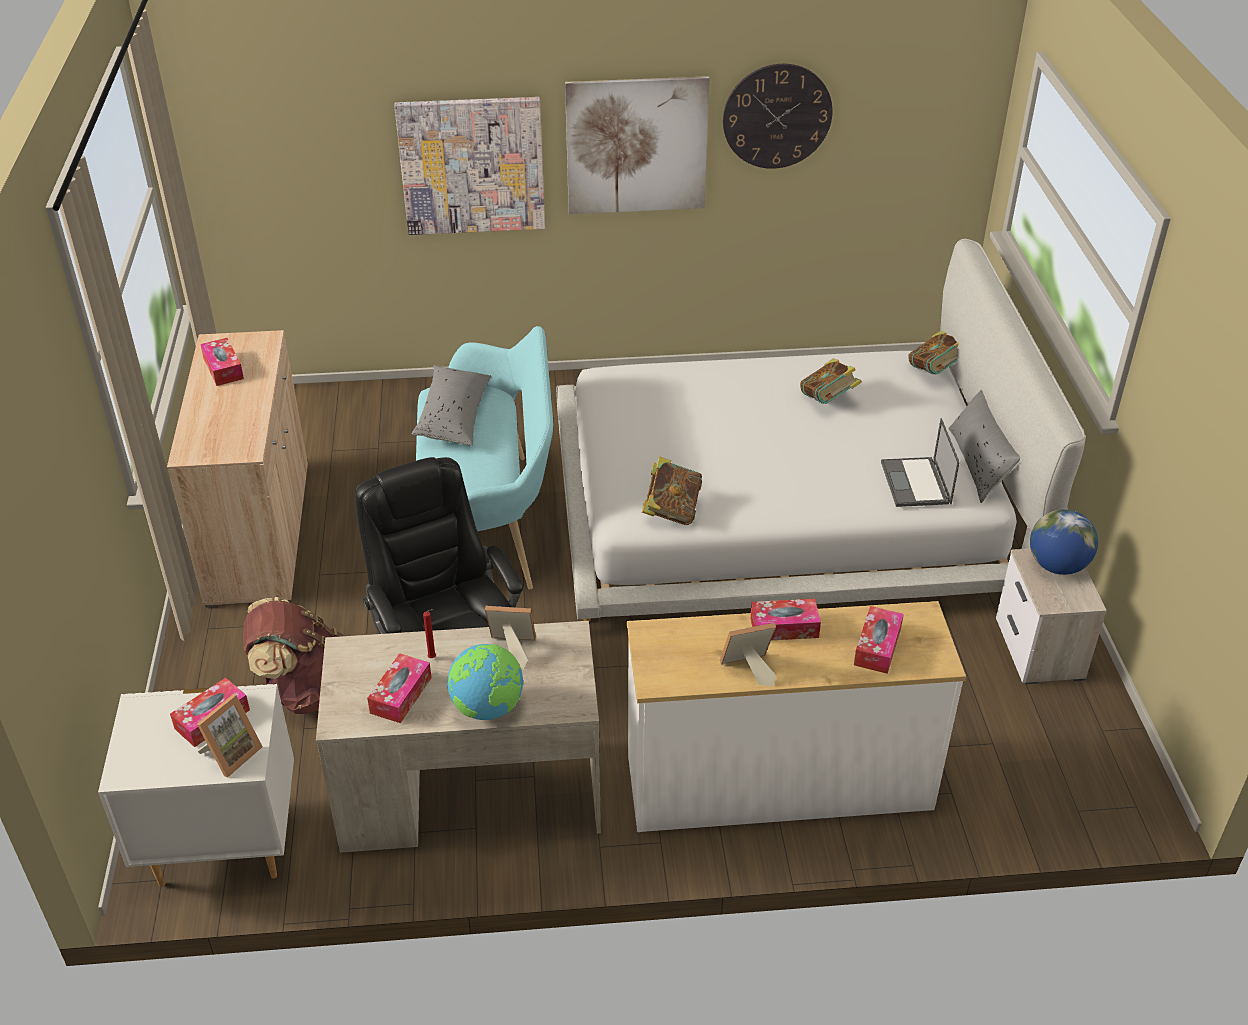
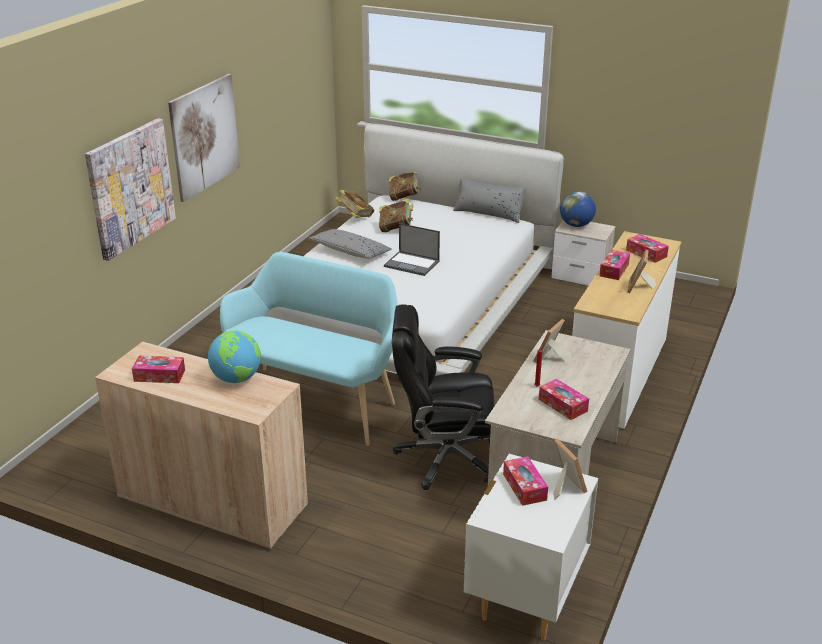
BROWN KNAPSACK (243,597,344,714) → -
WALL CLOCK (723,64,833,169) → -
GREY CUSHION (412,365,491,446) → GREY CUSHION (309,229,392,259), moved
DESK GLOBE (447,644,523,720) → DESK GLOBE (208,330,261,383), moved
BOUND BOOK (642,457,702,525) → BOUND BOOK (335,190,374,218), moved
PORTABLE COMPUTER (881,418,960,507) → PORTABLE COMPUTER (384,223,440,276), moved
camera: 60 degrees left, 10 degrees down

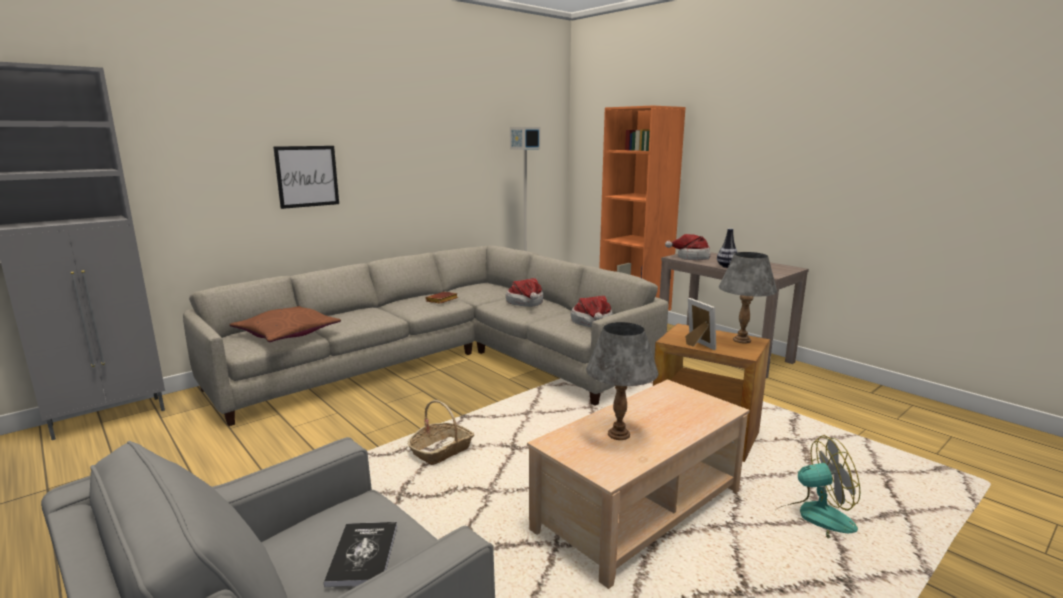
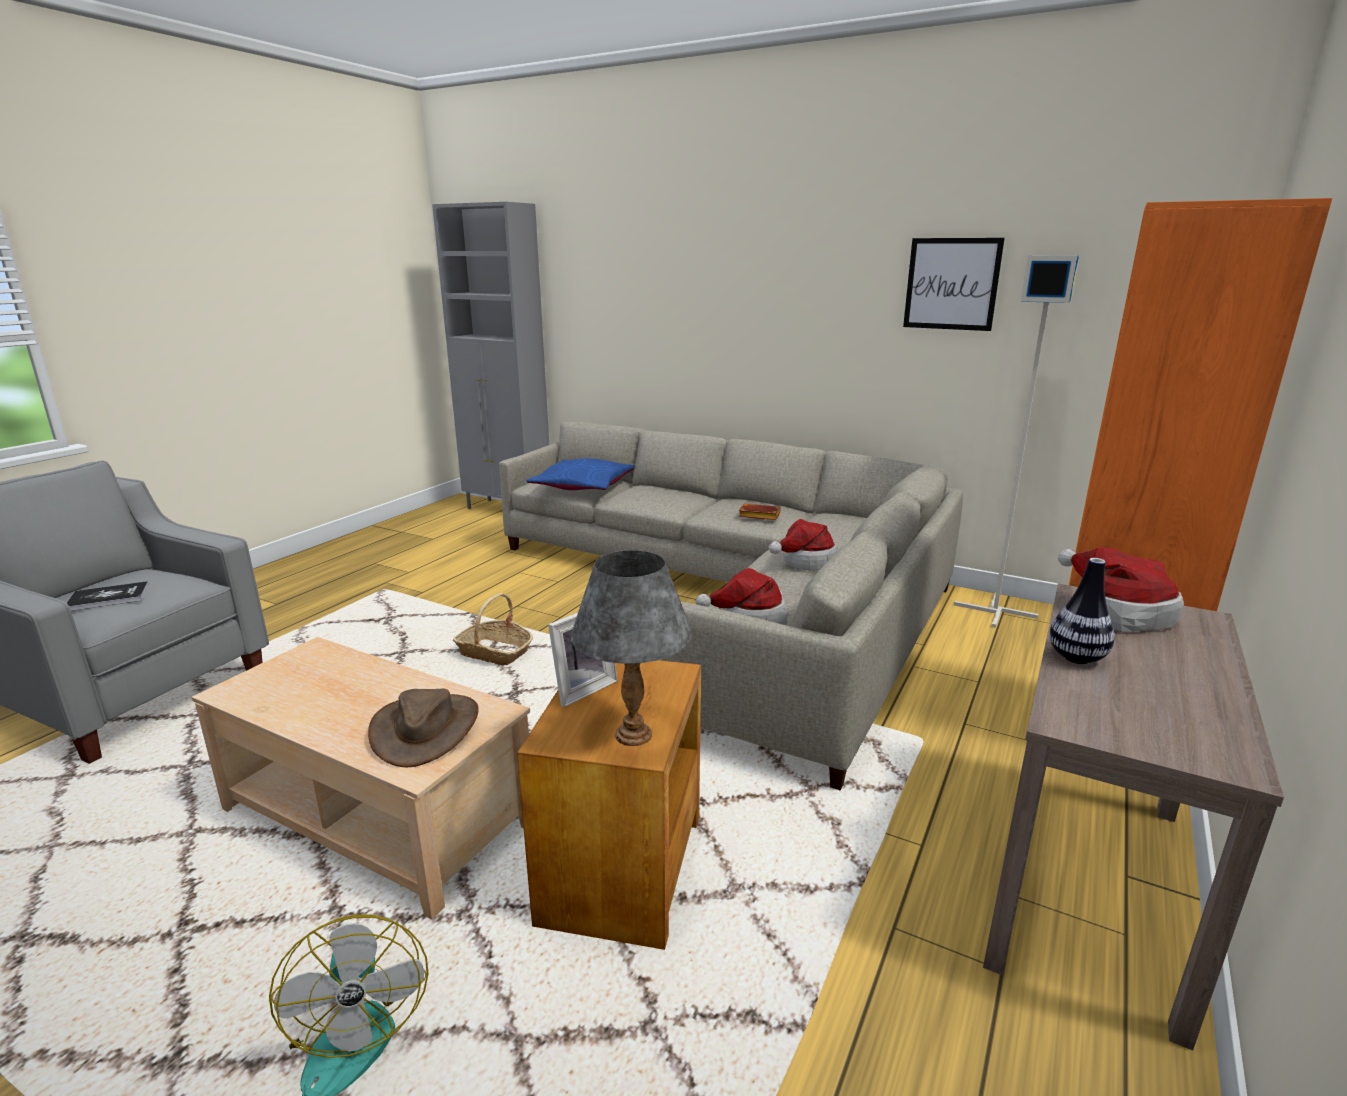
GREY TABLE LAMP (586,322,658,440) → -
- → BROWN HAT (368,688,479,767)
PICTURE (273,146,339,209) → PICTURE (903,238,1005,331), moved
BROWN CUSHION (229,306,341,342) → BLUE-COLOURED CUSHION (527,459,635,490)
camera: 70 degrees right, 5 degrees up

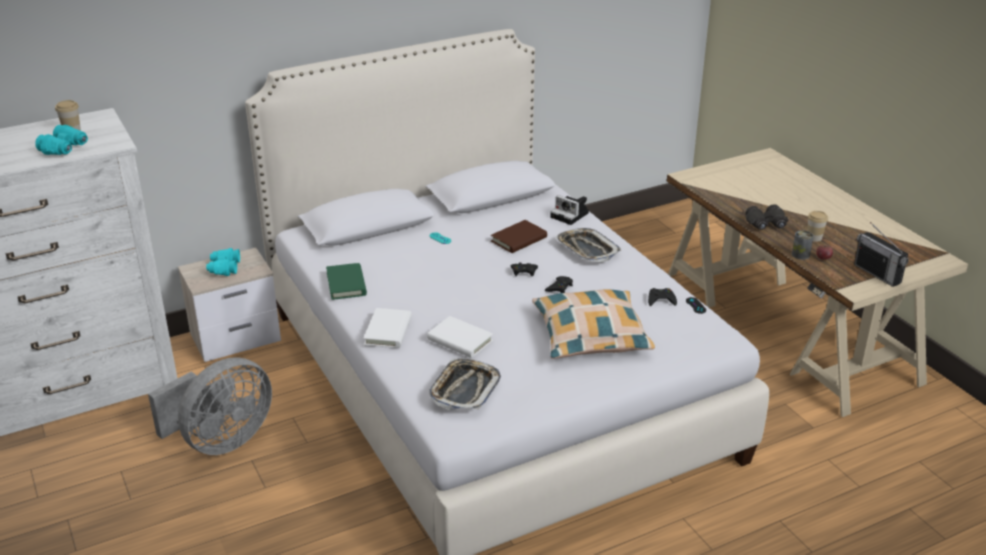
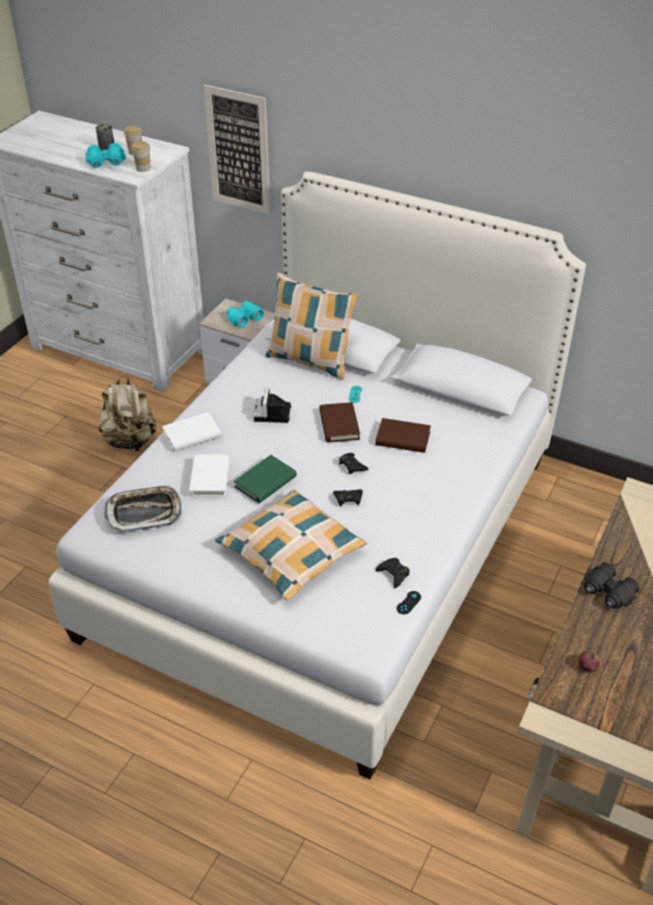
TRAY (555,228,621,262) → -
RADIO (854,222,909,287) → -
- → PICTURE (204,85,270,214)
- → CUSHION (266,273,358,380)
- → BROWN BOUND BOOK (319,402,360,443)
GREEN BOUND BOOK (326,263,367,300) → GREEN BOUND BOOK (234,455,297,503), moved
STILL CAMERA (550,195,589,225) → STILL CAMERA (254,388,291,423), moved
METAL CAN (792,230,813,260) → METAL CAN (96,124,114,150), moved
SMALL CUP (807,211,828,242) → SMALL CUP (131,141,151,172), moved
GREY FAN (148,357,272,455) → SAND-COLOURED KNAPSACK (98,375,156,451)
camera: 55 degrees right, 10 degrees up

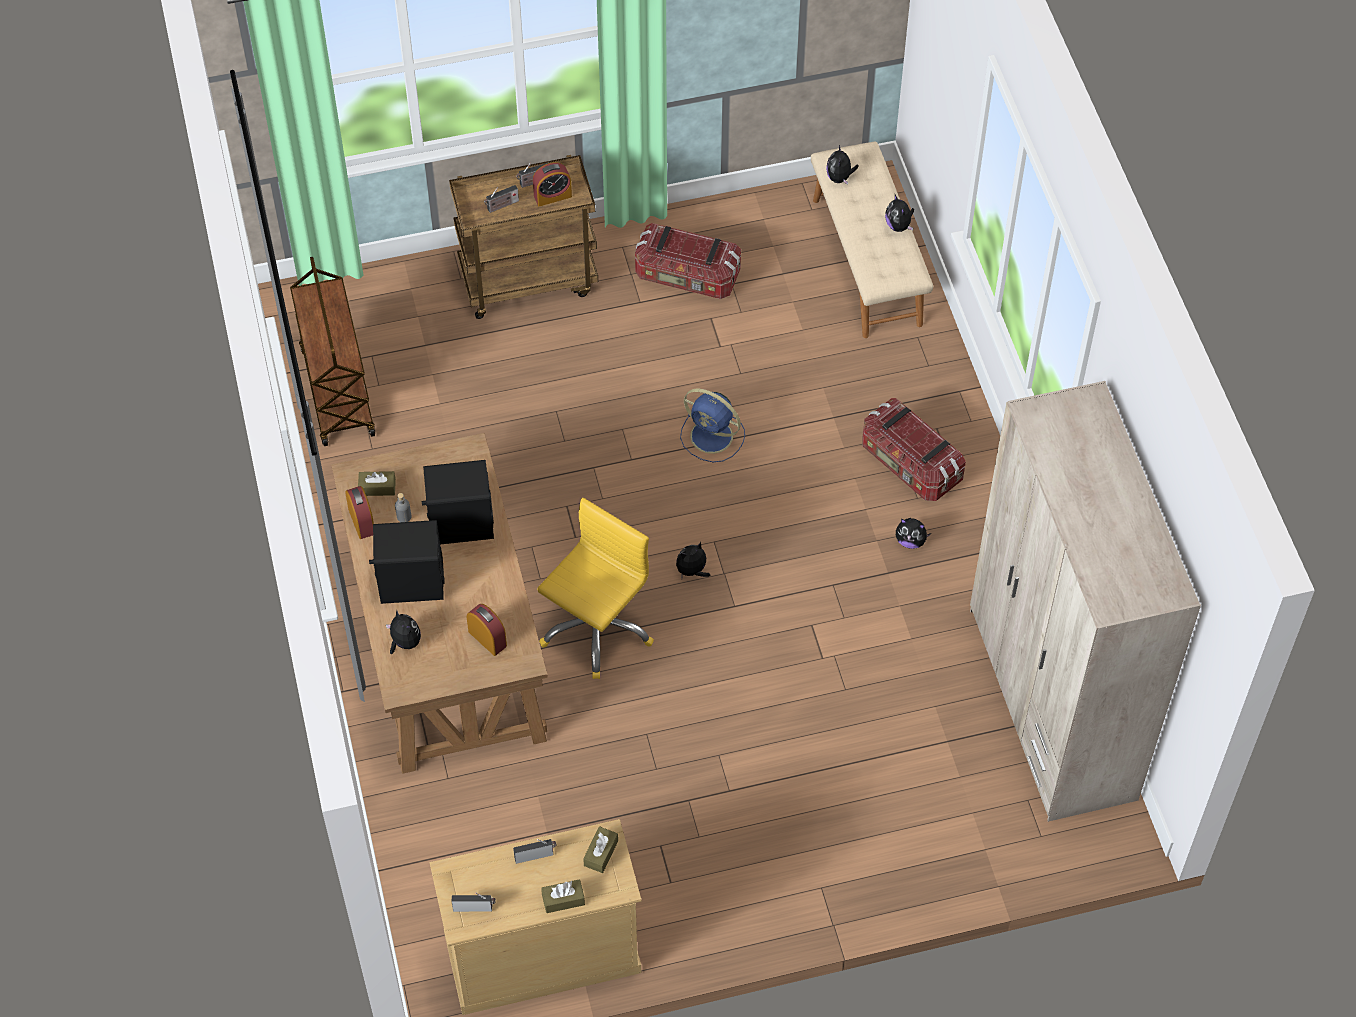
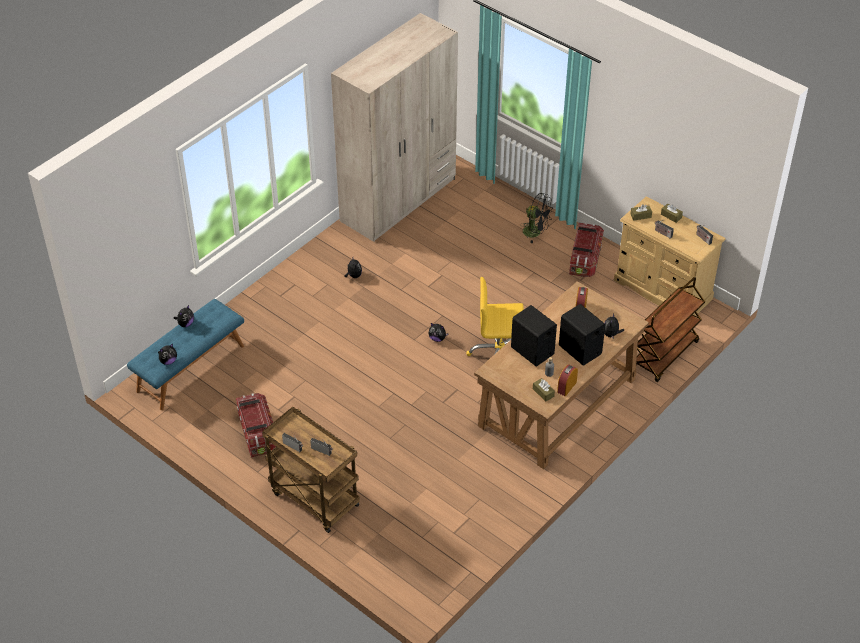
ALARM CLOCK (533,162,572,206) → -
BLUE-COLOURED FAN (680,389,745,462) → -
- → BLACKISH FAN (520,193,552,243)
BROWN WHEELED CART (290,257,375,446) → BROWN WHEELED CART (636,277,705,382), moved
STORAGE BOX (862,398,966,501) → STORAGE BOX (569,223,604,277), moved
SAND-COLOURED LONG SEAT (811,141,933,338) → BLUE-COLOURED LONG SEAT (127,299,244,410)
camera: 125 degrees left, 10 degrees down

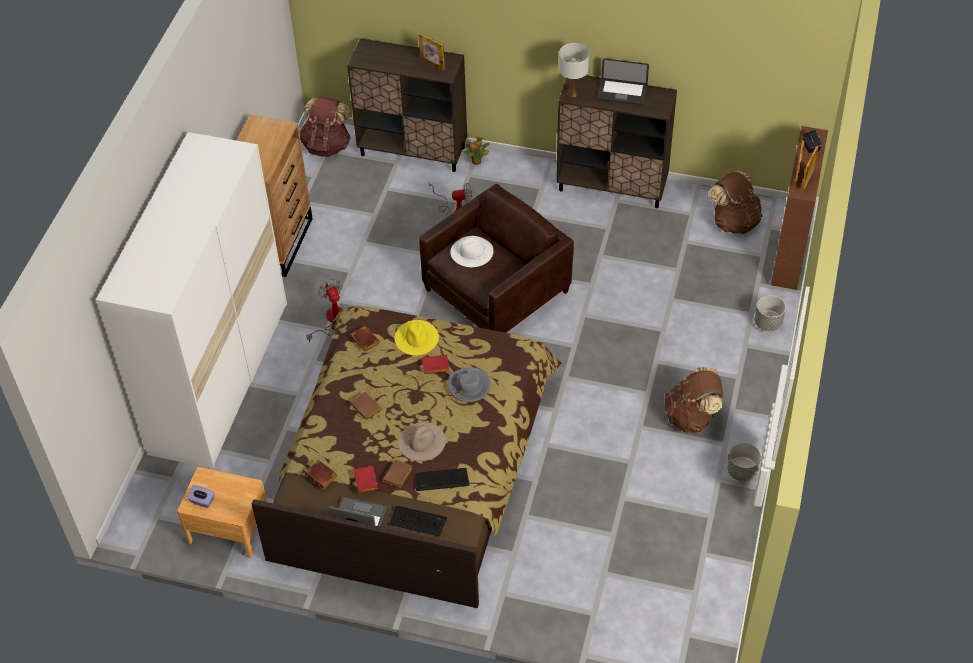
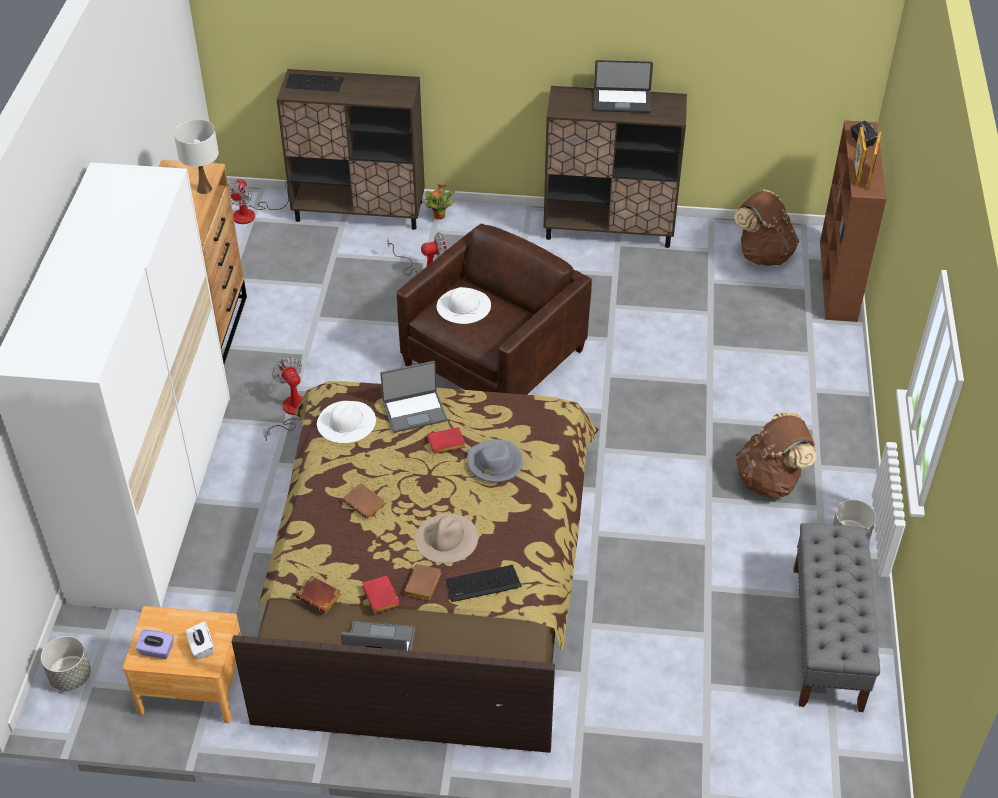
PHOTO FRAME (419,33,445,71) → -
- → WHITE BOX OF TISSUES (186,621,214,659)
- → GREY LONG SEAT (793,523,880,712)
KEYBOARD (389,506,447,537) → KEYBOARD (286,74,344,92), moved
WHITE TABLE LAMP (559,43,589,97) → WHITE TABLE LAMP (174,119,219,194), moved
GREY FLOWER POT (754,295,786,331) → GREY FLOWER POT (41,636,91,691), moved
BROWN KNAPSACK (299,97,351,157) → FAN (228,179,289,224)
BROWN BOUND BOOK (350,326,380,352) → WHITE HAT (317,401,376,443)
YELLOW-COLOURED HAT (395,320,439,356) → PORTABLE COMPUTER (380,361,447,433)
camera: 10 degrees left, 5 degrees down

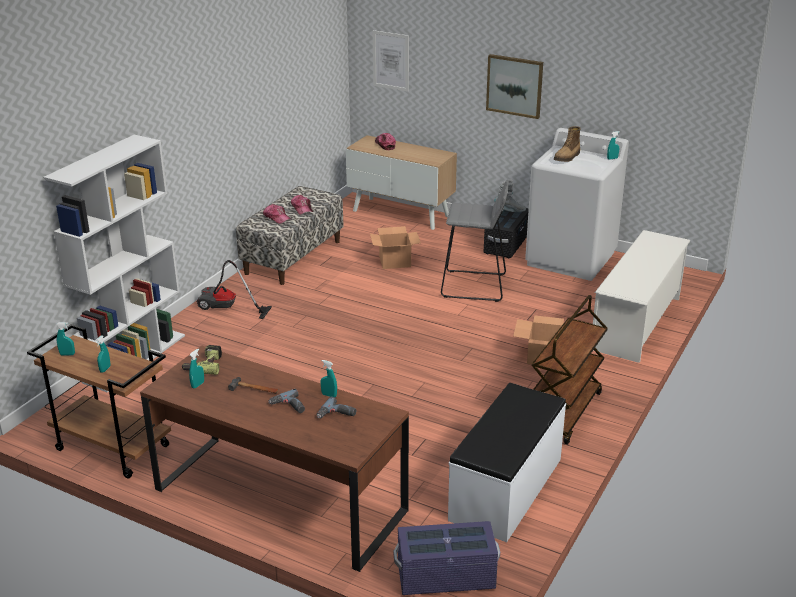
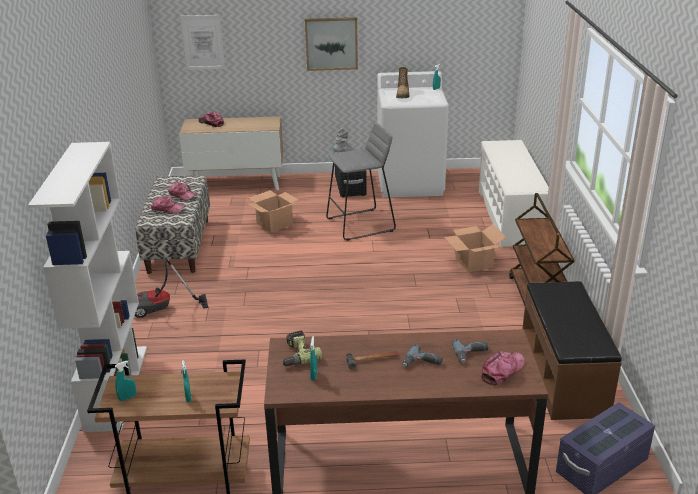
TURQUOISE SPRAYER (321,360,337,398) → -
- → BASEBALL CAP (481,351,525,385)
WHITE LONG SEAT (448,383,566,542) → BROWN LONG SEAT (522,281,622,420)
camera: 30 degrees left, 0 degrees up

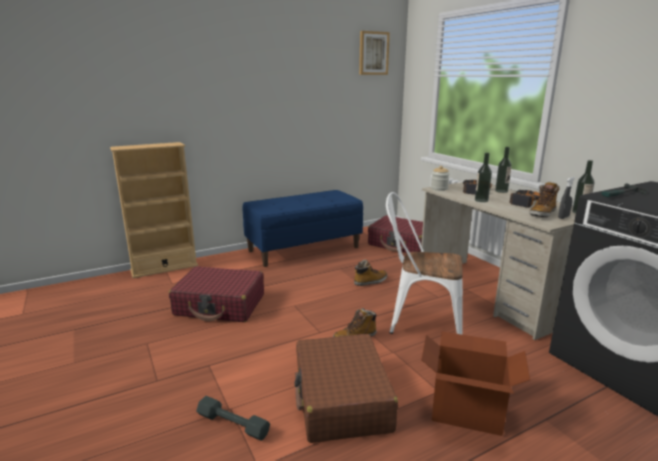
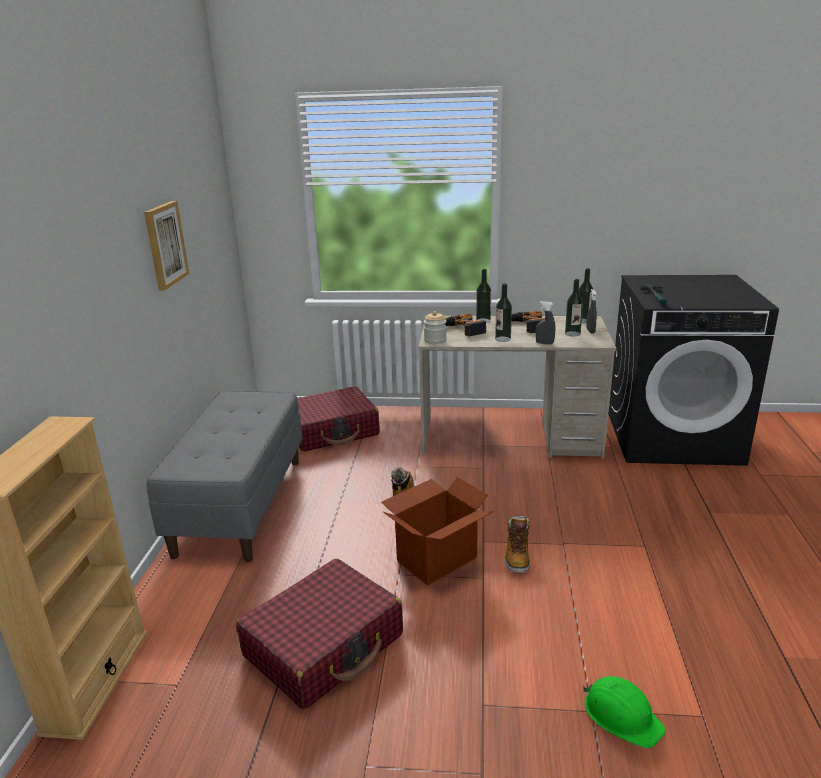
BROWN TRAVEL CASE (294,334,398,443) → -
WHITE CHAIR (386,192,463,335) → -
- → GREY SPRAYER (536,301,555,345)
PICTURE (359,31,390,75) → PICTURE (144,201,189,291), moved
CARDBOARD BOX (421,331,530,436) → CARDBOARD BOX (381,477,493,586), moved
GREY FREE WEIGHT (196,396,270,441) → GREEN HARD HAT (583,676,666,748)
TALL BOOT (529,181,559,217) → BOTTLE (565,279,583,337)
BLUE-COLOURED LONG SEAT (243,190,363,267) → GREY LONG SEAT (146,391,303,562)
camera: 55 degrees left, 5 degrees up

